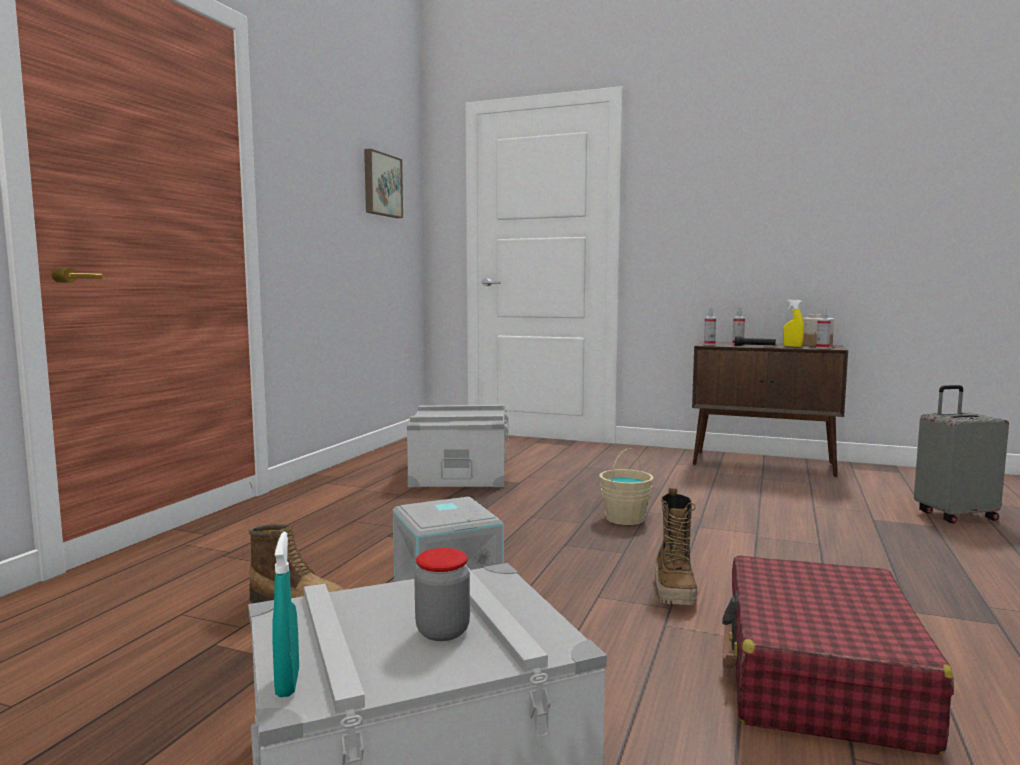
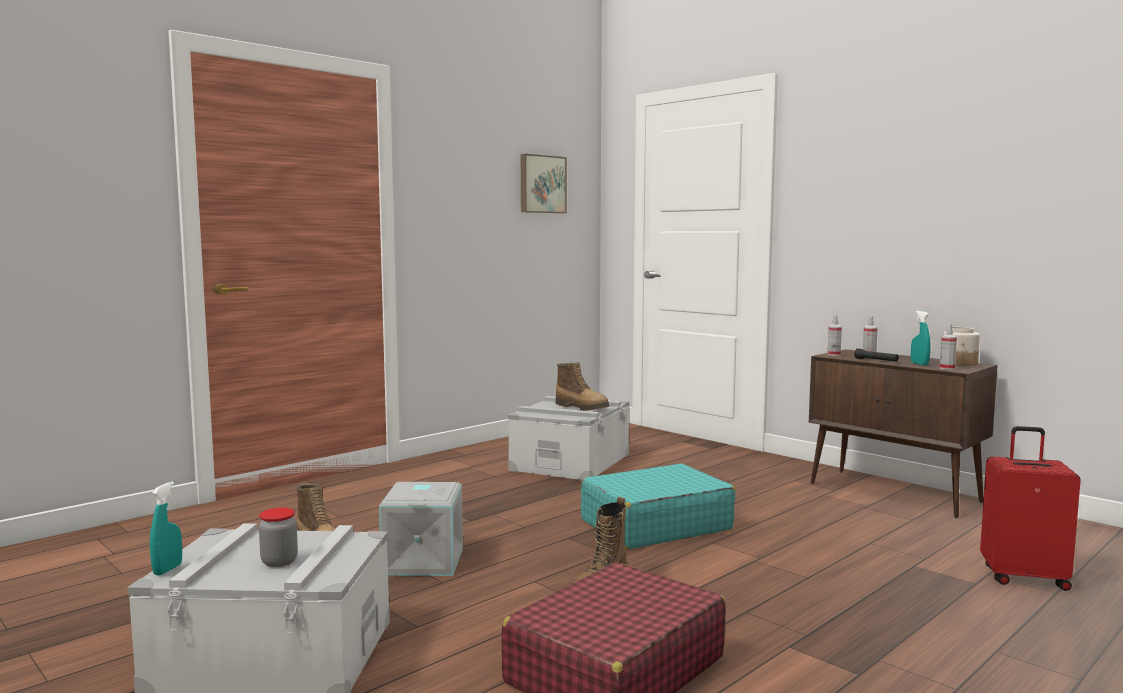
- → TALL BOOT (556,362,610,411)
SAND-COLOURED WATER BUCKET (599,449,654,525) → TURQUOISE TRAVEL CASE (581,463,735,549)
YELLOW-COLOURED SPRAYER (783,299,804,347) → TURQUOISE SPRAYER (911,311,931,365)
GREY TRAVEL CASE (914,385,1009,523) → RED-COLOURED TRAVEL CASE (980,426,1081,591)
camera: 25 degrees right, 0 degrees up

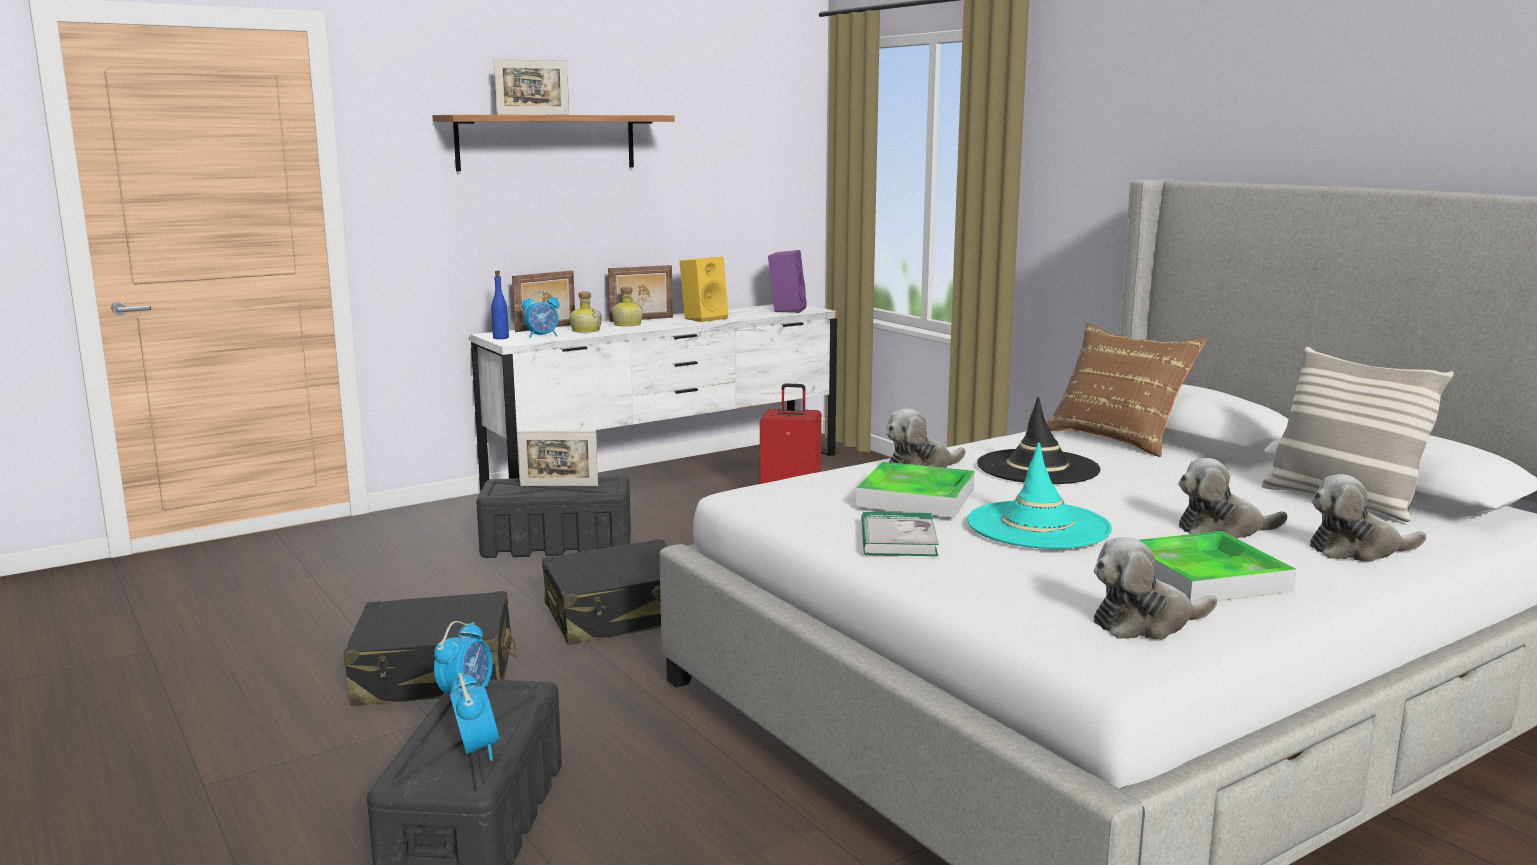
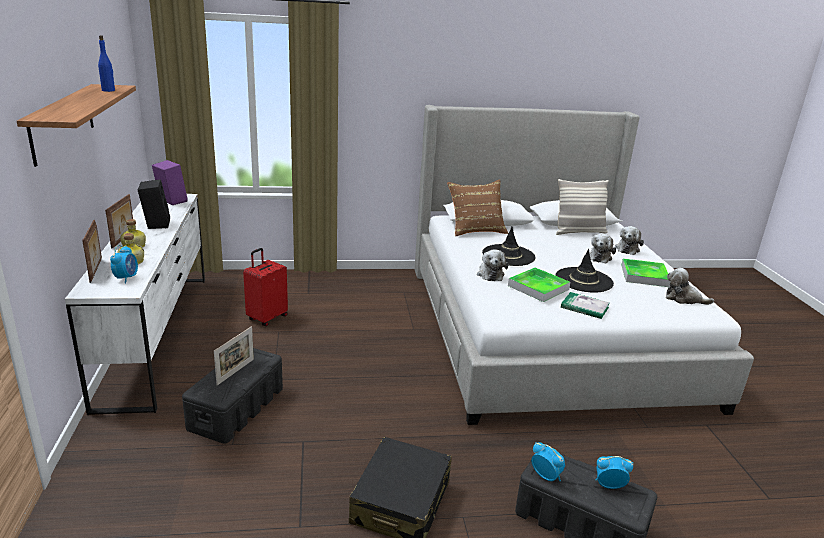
PHOTO FRAME (494,59,569,115) → -
BLACKISH TRAVEL CASE (542,539,668,645) → -
BLUE-COLOURED BOTTLE (491,271,509,339) → BLUE-COLOURED BOTTLE (98,35,115,92), moved
YELLOW-COLOURED LOUDSPEAKER (680,257,729,322) → BLACKISH LOUDSPEAKER (138,179,170,229)
TURQUOISE HAT (967,442,1112,549) → BLACKISH HAT (556,249,614,292)
PLUSH TOY (1094,537,1217,640) → PLUSH TOY (666,268,714,305), 105 degrees clockwise
camera: 65 degrees left, 10 degrees up

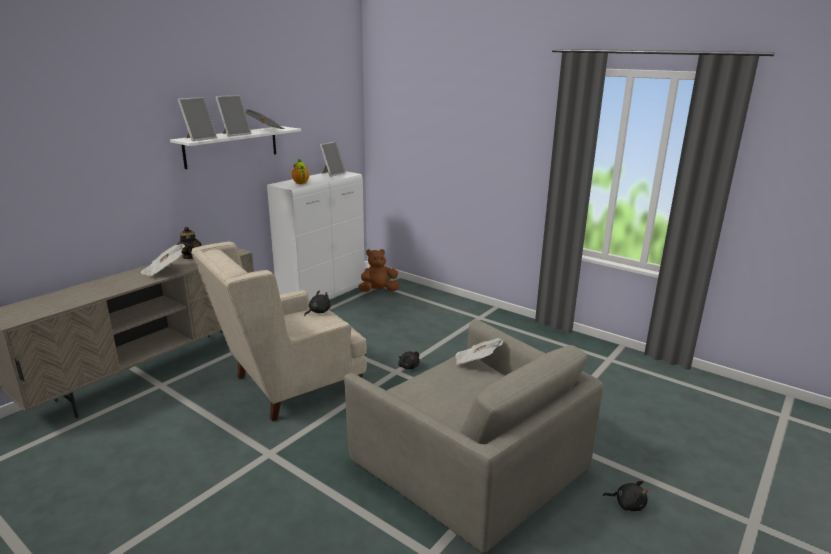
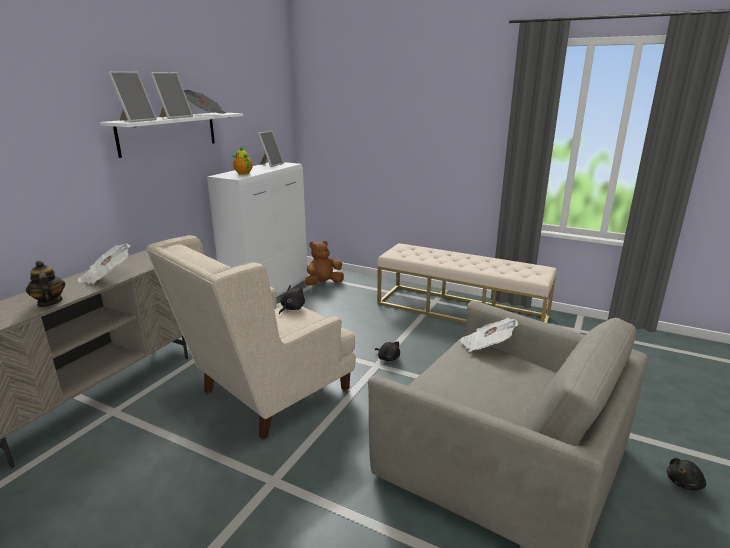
- → SAND-COLOURED LONG SEAT (377,243,557,323)
TEAPOT (177,227,202,259) → TEAPOT (26,261,65,307), moved
BLACKISH PLUSH TOY (603,481,649,511) → BLACKISH PLUSH TOY (667,458,706,491), 135 degrees clockwise
camera: 10 degrees left, 0 degrees up

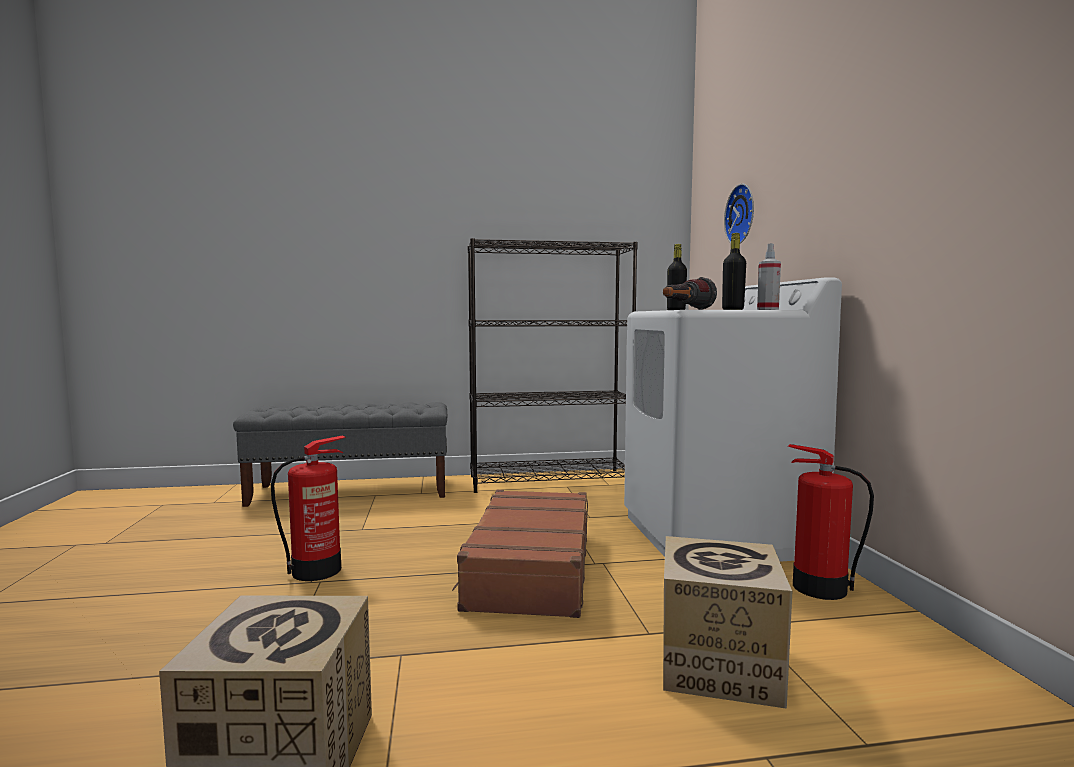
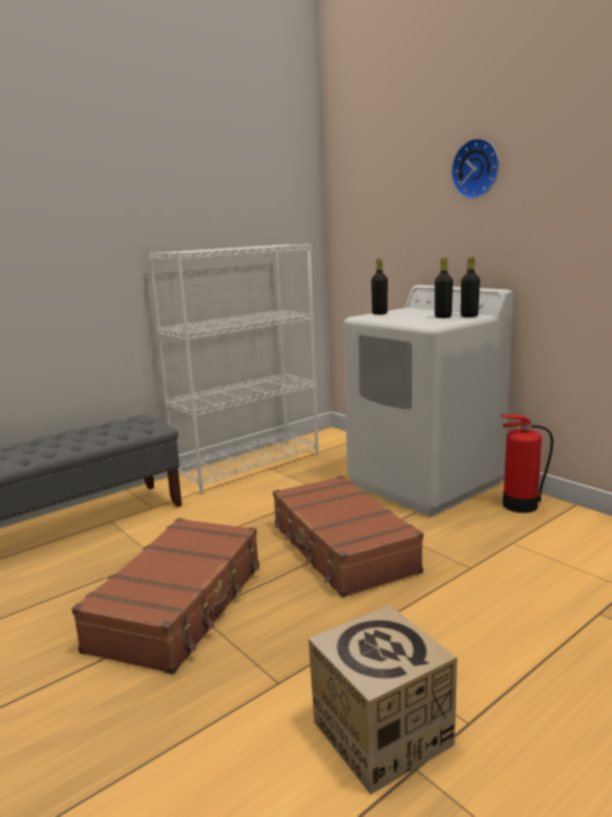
TORCH (663,277,717,310) → -
CARDBOARD BOX (663,536,792,709) → -
WALL CLOCK (724,184,754,244) → WALL CLOCK (451,138,499,199), moved
FIRE-FIGHTING CYLINDER (271,436,346,581) → BROWN TRAVEL CASE (72,518,259,674)
SPRAYER (757,243,781,310) → BLACKISH BOTTLE (461,257,480,317)
BLACKISH SHELVING UNIT (468,238,638,493) → WHITE SHELVING UNIT (148,244,319,494)
camera: 30 degrees left, 10 degrees up

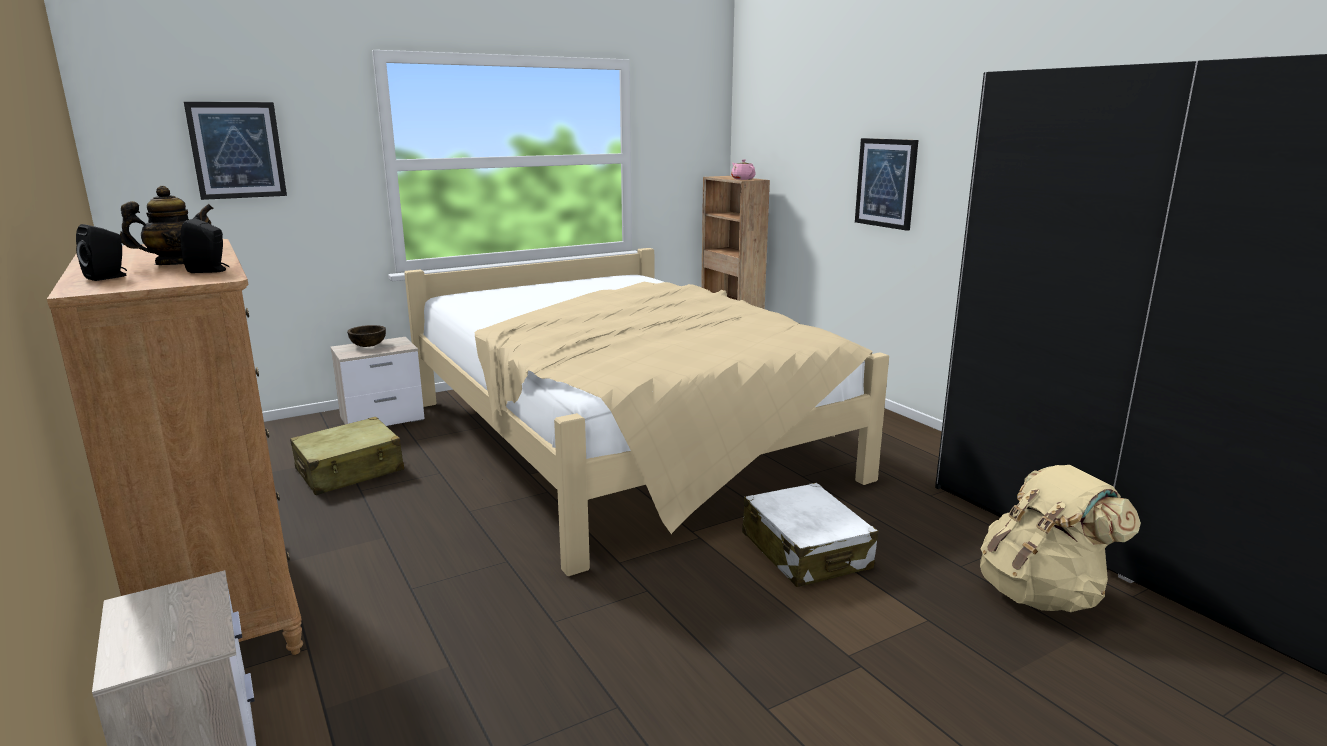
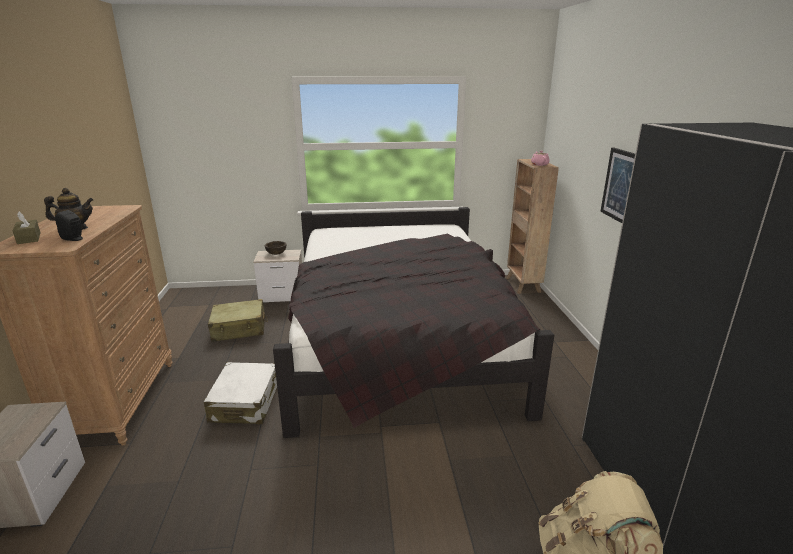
PICTURE (184,102,287,200) → -
WHITE TRAVEL CASE (742,483,878,587) → WHITE TRAVEL CASE (204,362,277,424), moved
BLACKISH LOUDSPEAKER (76,224,127,281) → BROWN BOX OF TISSUES (12,212,41,244)
SAND-COLOURED BED (404,248,889,576) → BLACKISH BED (273,207,554,438)
camera: 25 degrees right, 5 degrees up

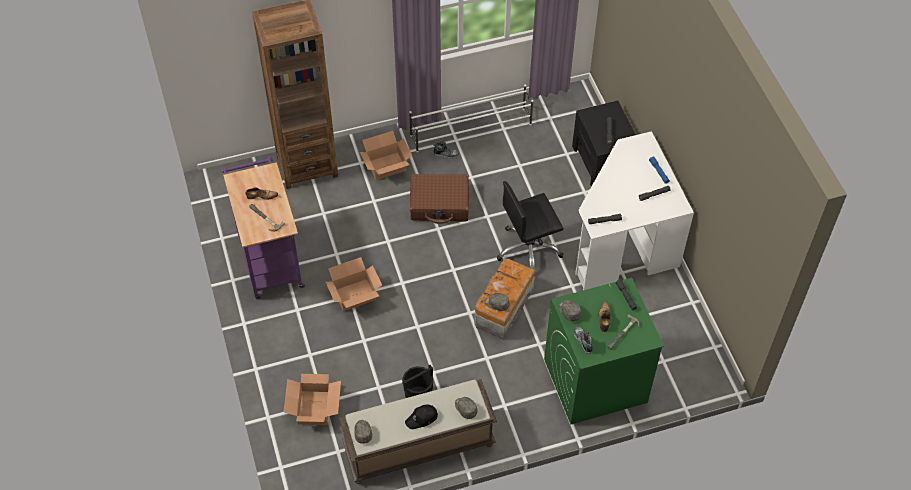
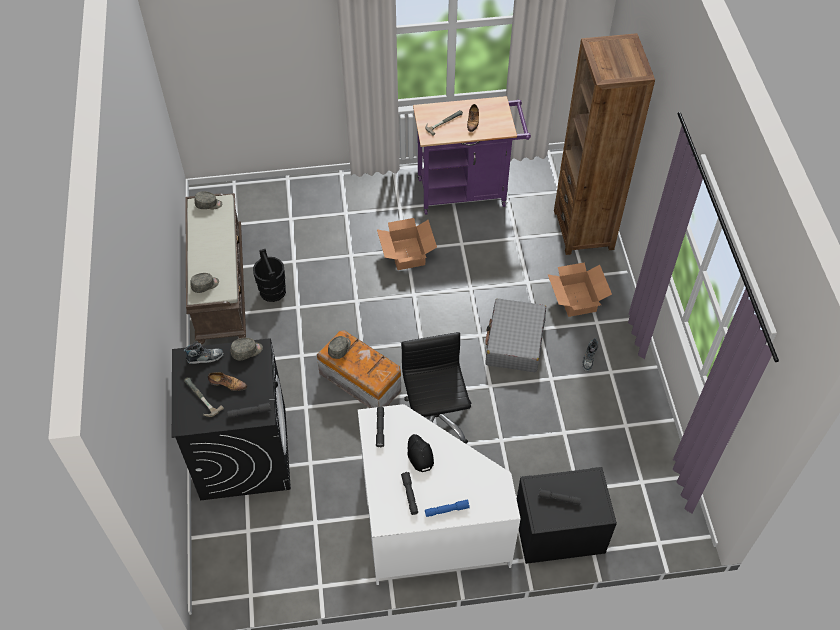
CARDBOARD BOX (284,374,341,425) → -
WHITE SHOE STAND (409,85,533,152) → -
BLACKISH BASEBALL CAP (405,405,438,429) → BLACKISH BASEBALL CAP (407,434,434,472), moved
BROWN TRAVEL CASE (410,174,469,224) → GREY TRAVEL CASE (485,298,546,372)
GREEN LAUNDRY MACHINE (544,278,664,424) → BLACKISH LAUNDRY MACHINE (172,338,291,501)
camera: 100 degrees right, 0 degrees up

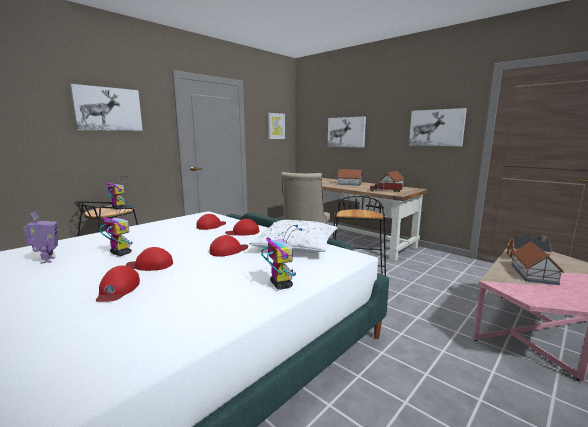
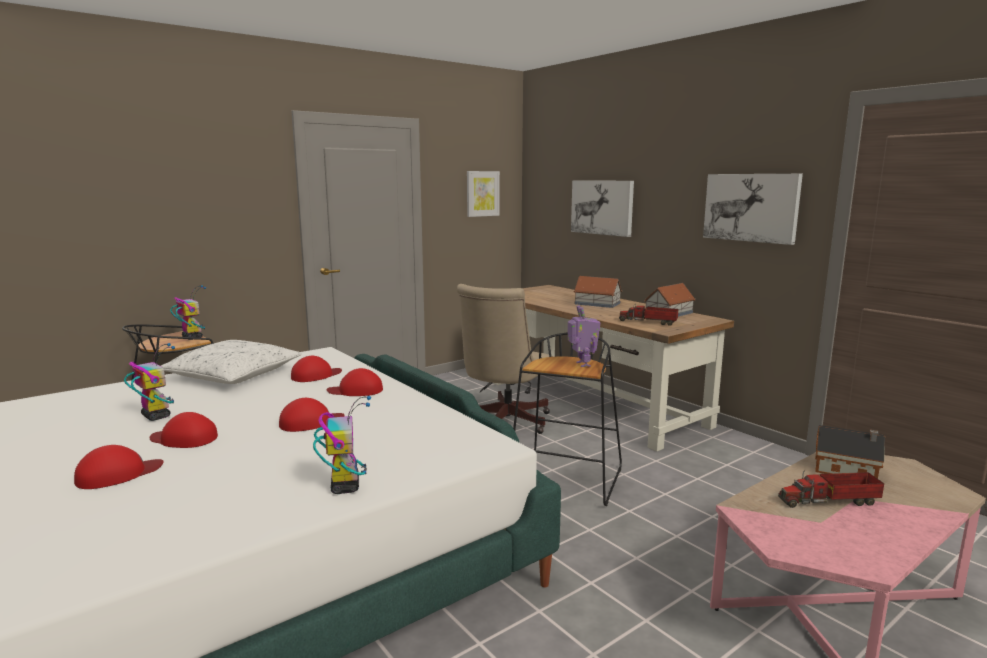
PICTURE (70,84,143,131) → -
ROBOT FIGURE (23,211,58,264) → ROBOT FIGURE (568,305,600,367), moved
WHITE CUSHION (249,220,338,253) → WHITE CUSHION (161,340,302,384), moved
TOY HOUSE (512,241,564,285) → TOY LORRY (778,471,884,508)
RED-COLOURED BASEBALL CAP (96,266,140,302) → RED-COLOURED BASEBALL CAP (74,445,164,489), 135 degrees counterclockwise
camera: 10 degrees right, 0 degrees up

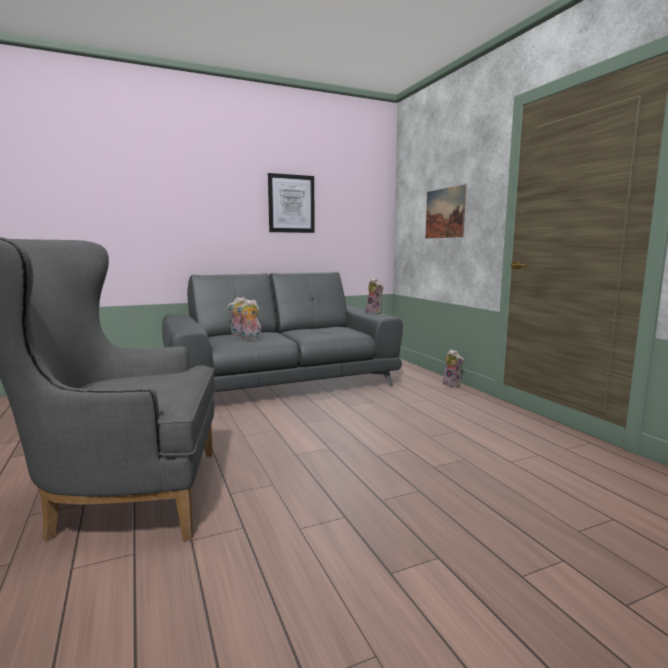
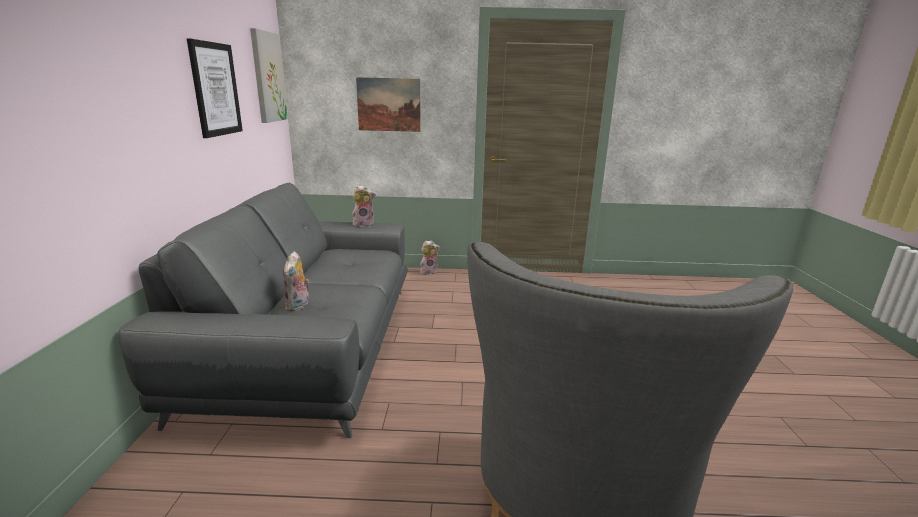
PLUSH TOY (237,299,262,340) → -
- → PICTURE (250,28,288,123)
camera: 65 degrees left, 10 degrees up

